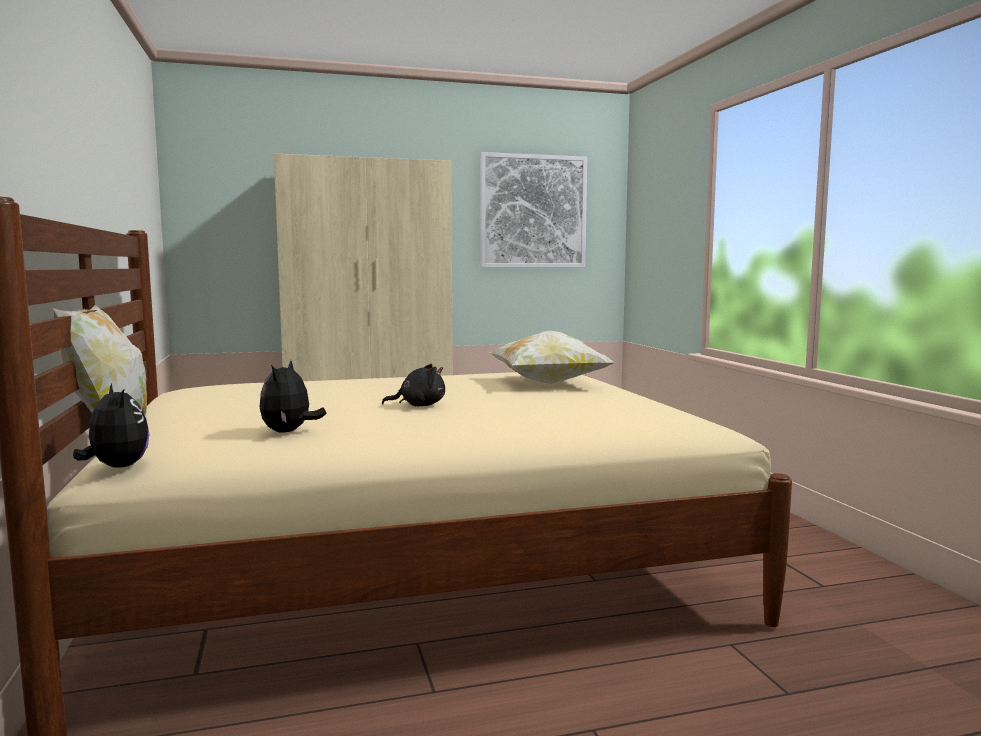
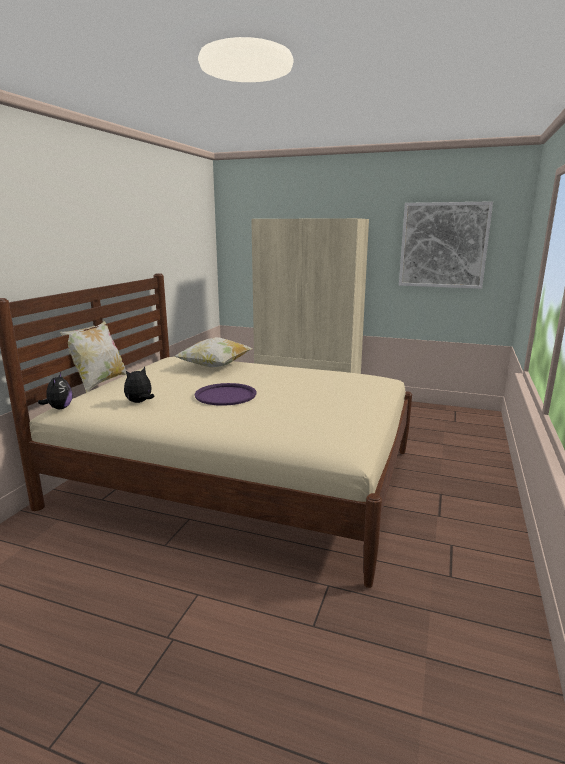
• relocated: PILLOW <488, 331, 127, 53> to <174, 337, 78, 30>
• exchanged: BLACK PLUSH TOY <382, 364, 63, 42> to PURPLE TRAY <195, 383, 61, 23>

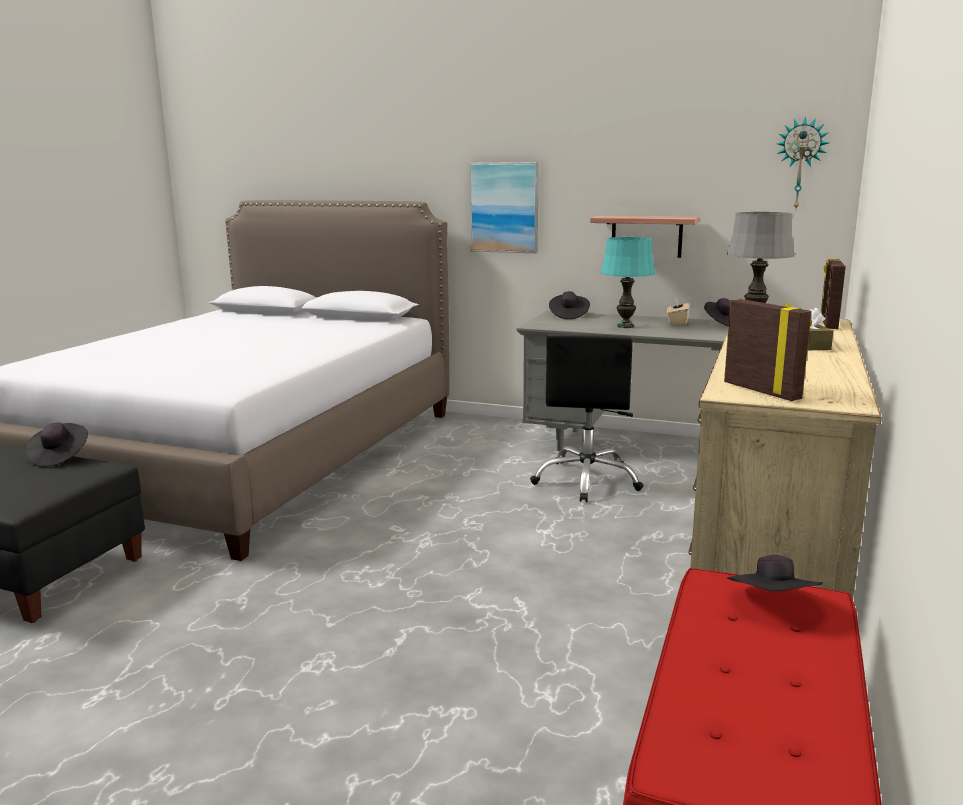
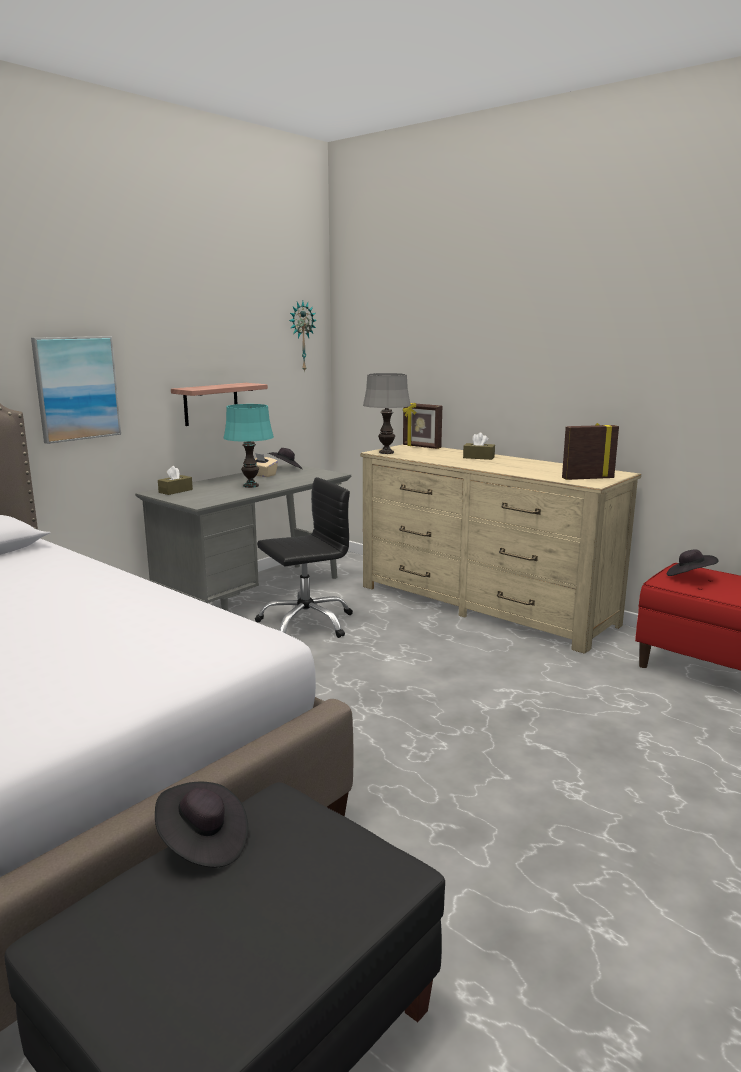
• exchanged: BLACK HAT <549, 291, 41, 28> to BROWN TISSUE BOX <158, 466, 35, 29>
• spun: BLACK OFFICE CHAIR <530, 334, 114, 168> = <255, 477, 98, 161> 60 degrees counterclockwise

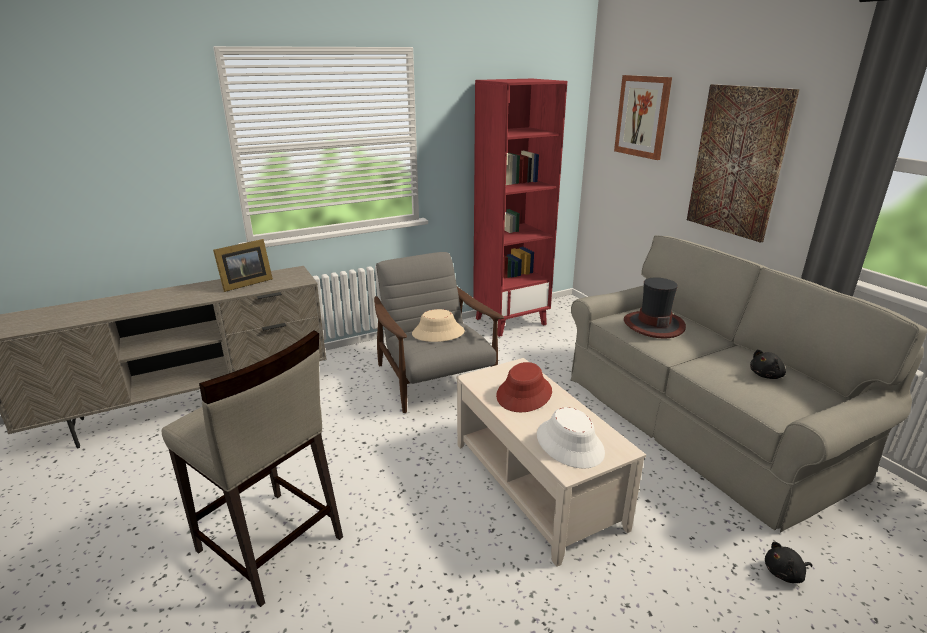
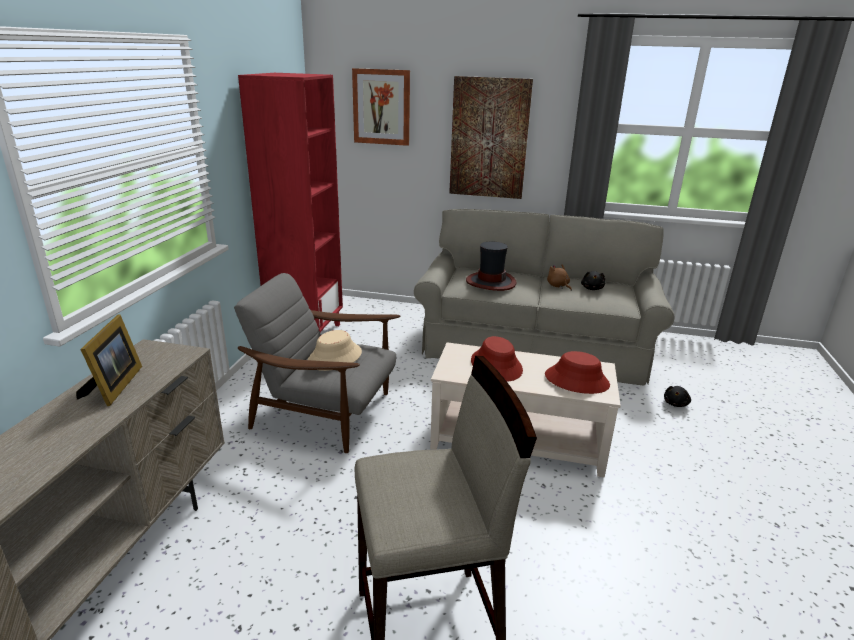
• appeared: BROWN PLUSH TOY <547, 265, 25, 26>
• colour: WHITE HAT <537, 407, 68, 62> to RED HAT <545, 351, 65, 43>

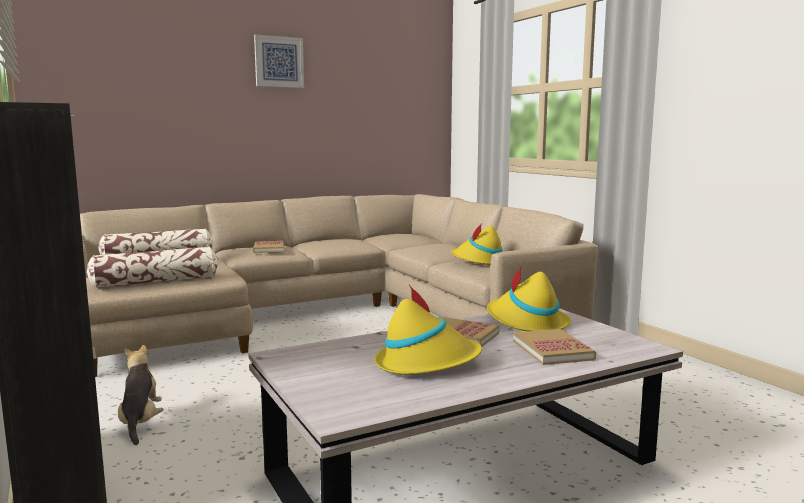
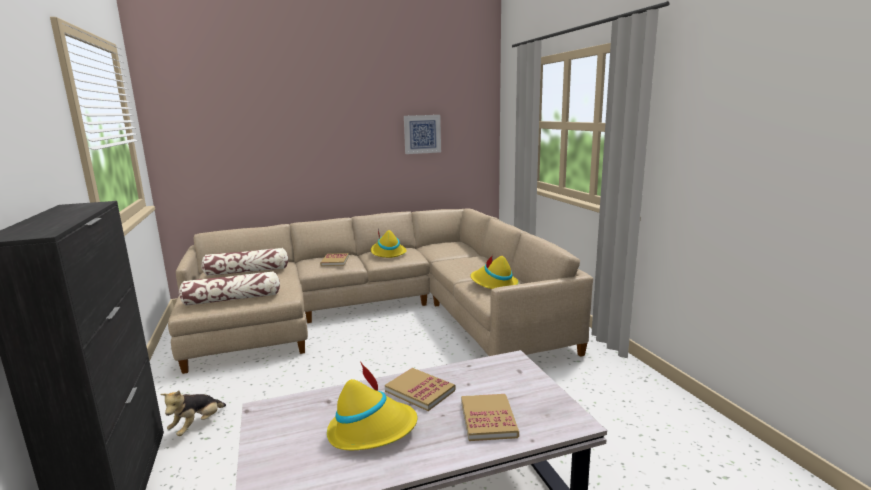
• relocated: PICTURE <254, 35, 50, 53> to <404, 115, 37, 39>
• relocated: YELLOW HAT <487, 267, 84, 64> to <371, 229, 36, 29>
• spun: PLUSH TOY <118, 345, 45, 100> = <160, 390, 66, 46> 150 degrees counterclockwise

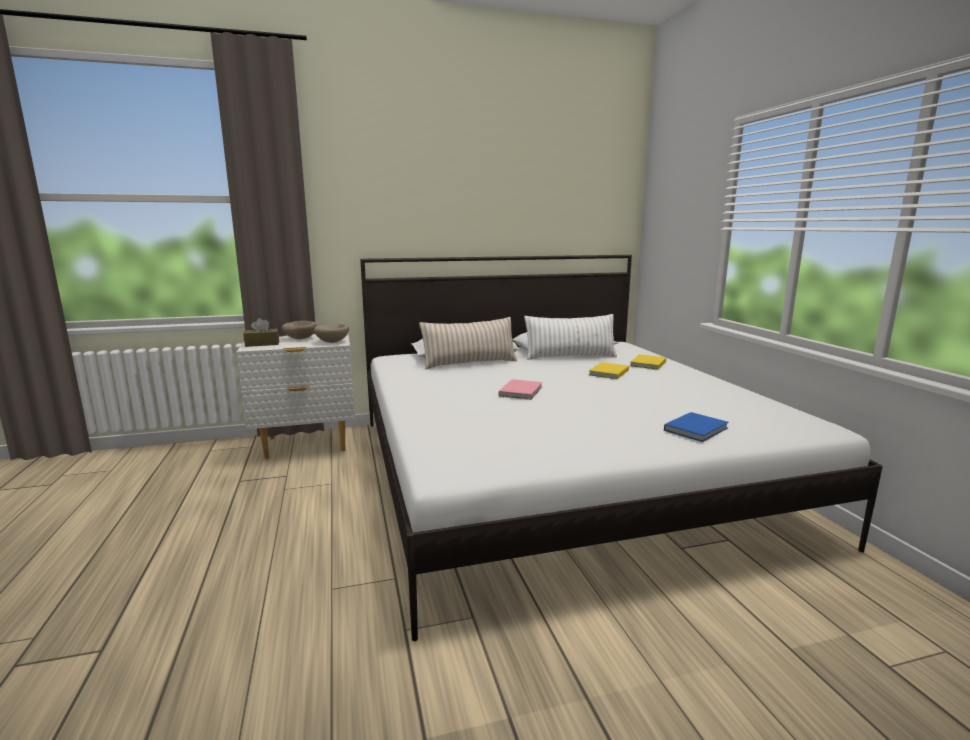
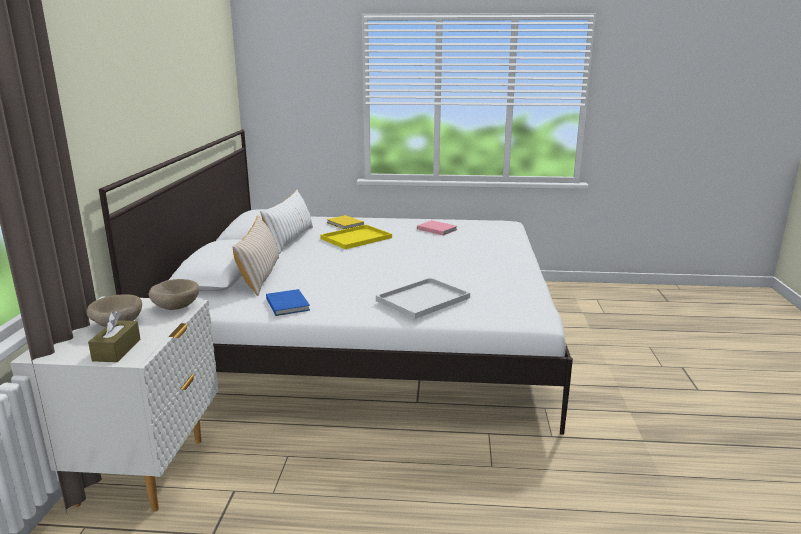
• appeared: WHITE TRAY <376, 277, 94, 42>
• relocated: PINK BOOK <499, 379, 44, 21> to <417, 220, 40, 15>
• relocated: BLUE BOOK <664, 412, 65, 30> to <266, 289, 44, 27>
• exchanged: YELLOW BOOK <589, 362, 40, 17> to YELLOW TRAY <320, 225, 72, 24>

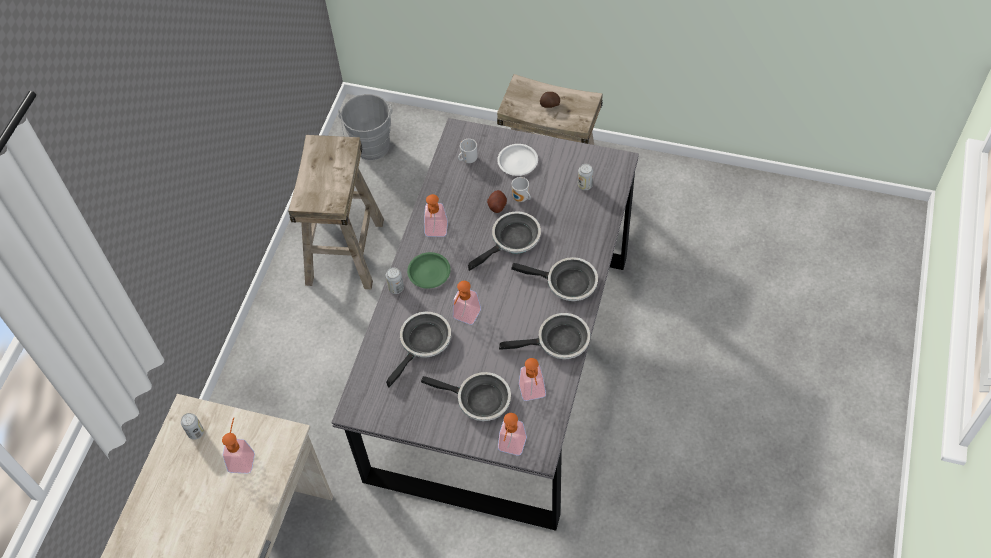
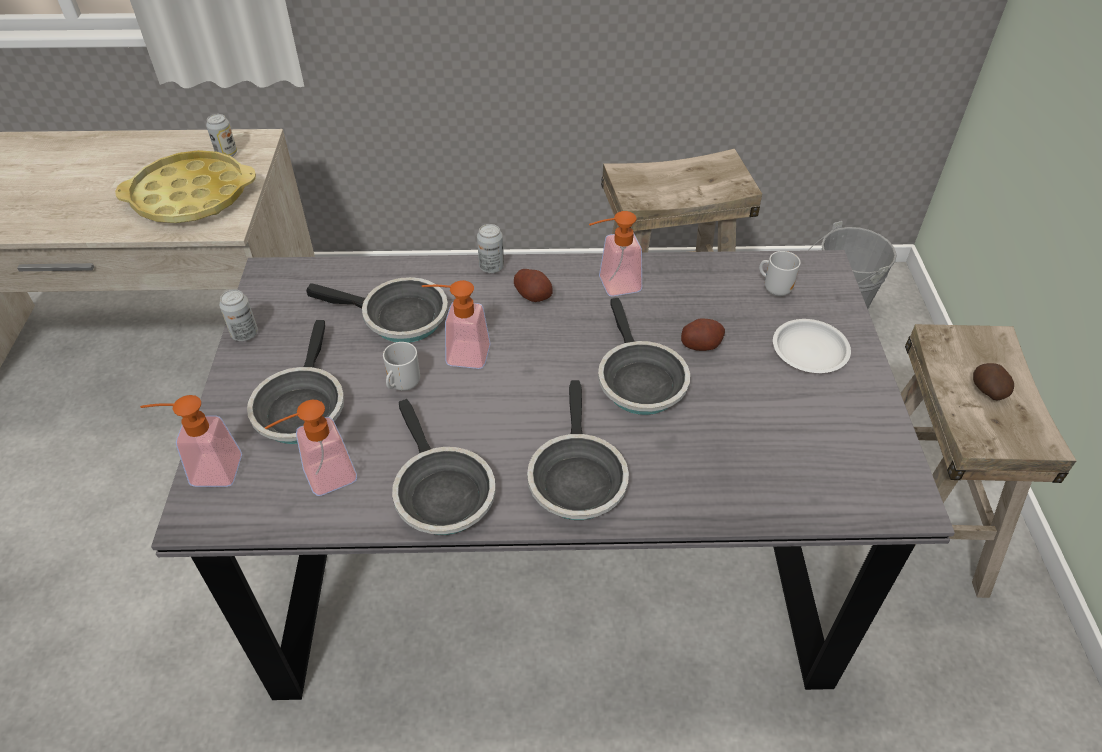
• relocated: MUG <512, 177, 19, 25> to <383, 342, 37, 49>
• relocated: CAN <578, 164, 15, 26> to <219, 289, 39, 52>
• exchanged: SOAP DISPENSER <222, 417, 33, 57> to YELLOW TRAY <115, 150, 141, 73>
• exchanged: GREEN PLATE <407, 252, 44, 37> to POTATO <514, 269, 39, 33>
• spun: FRYING PAN <468, 211, 73, 60> = <598, 298, 92, 117> 45 degrees clockwise

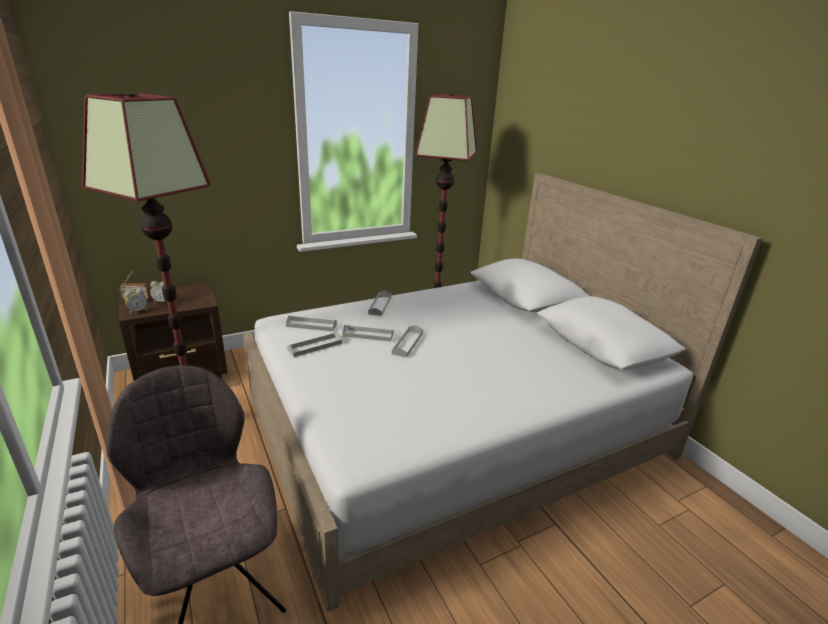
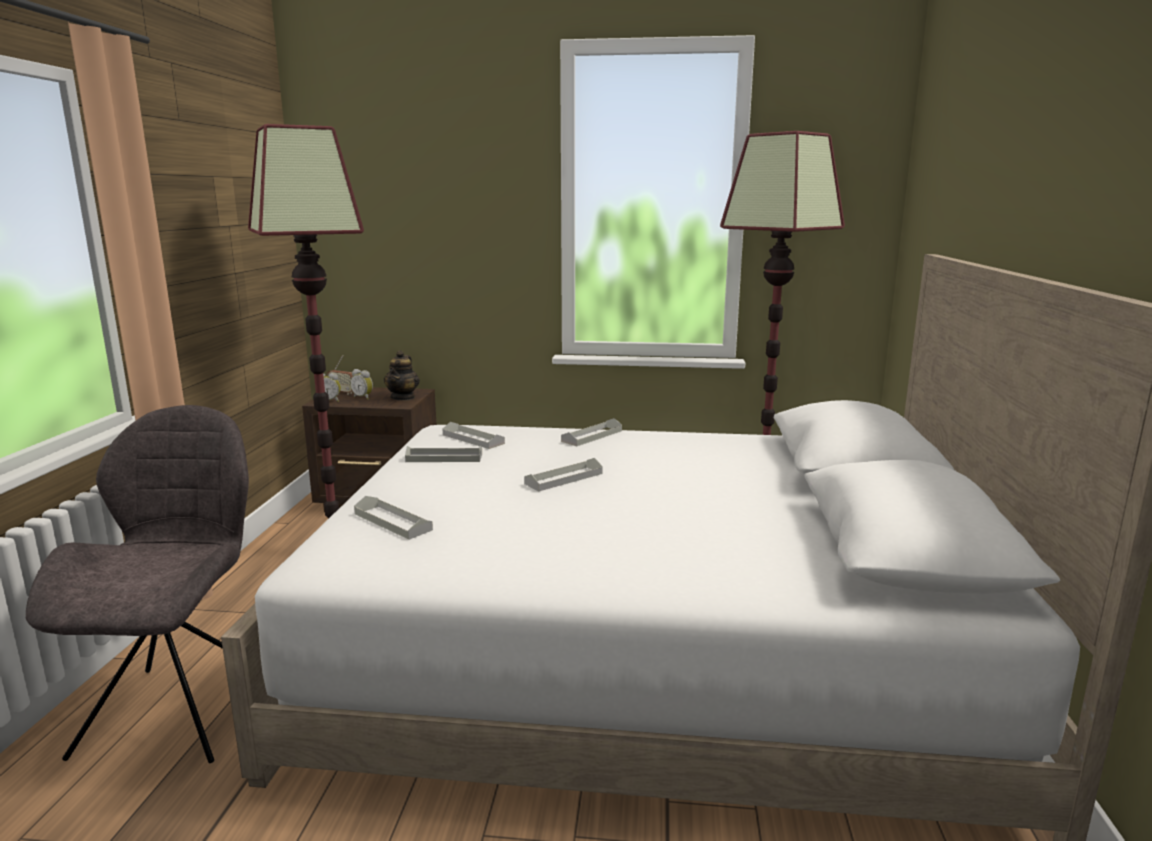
• appeared: TEAPOT <384, 350, 36, 51>
• relocated: GREY TRAY <342, 325, 52, 17> to <354, 496, 79, 44>

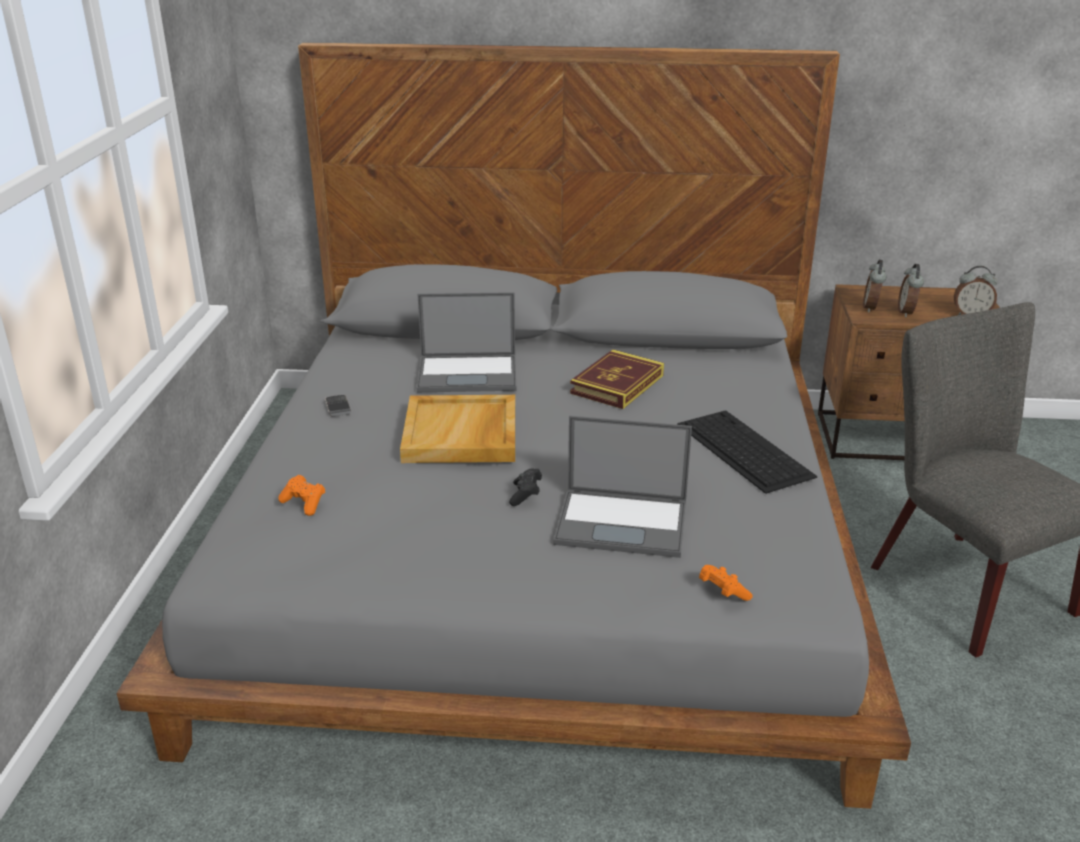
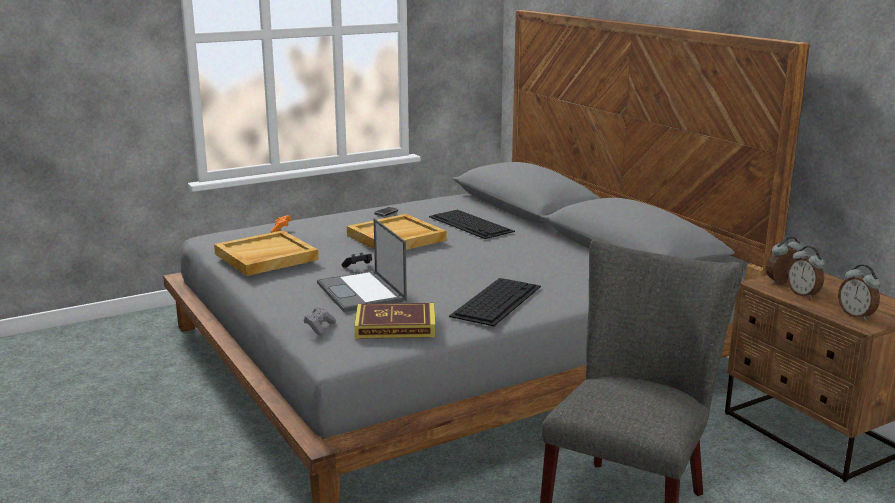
• appeared: BEIGE TRAY <214, 230, 105, 46>
• relocated: BOOK <570, 350, 94, 59> to <354, 303, 82, 36>
• exchanged: LAPTOP <417, 292, 99, 100> to KEYBOARD <429, 210, 86, 29>
• colour: ORANGE GAME CONTROLLER <699, 565, 54, 36> to GREY GAME CONTROLLER <303, 307, 33, 29>
• spun: ALARM CLOCK <898, 264, 26, 53> = <786, 246, 39, 53> 90 degrees counterclockwise

